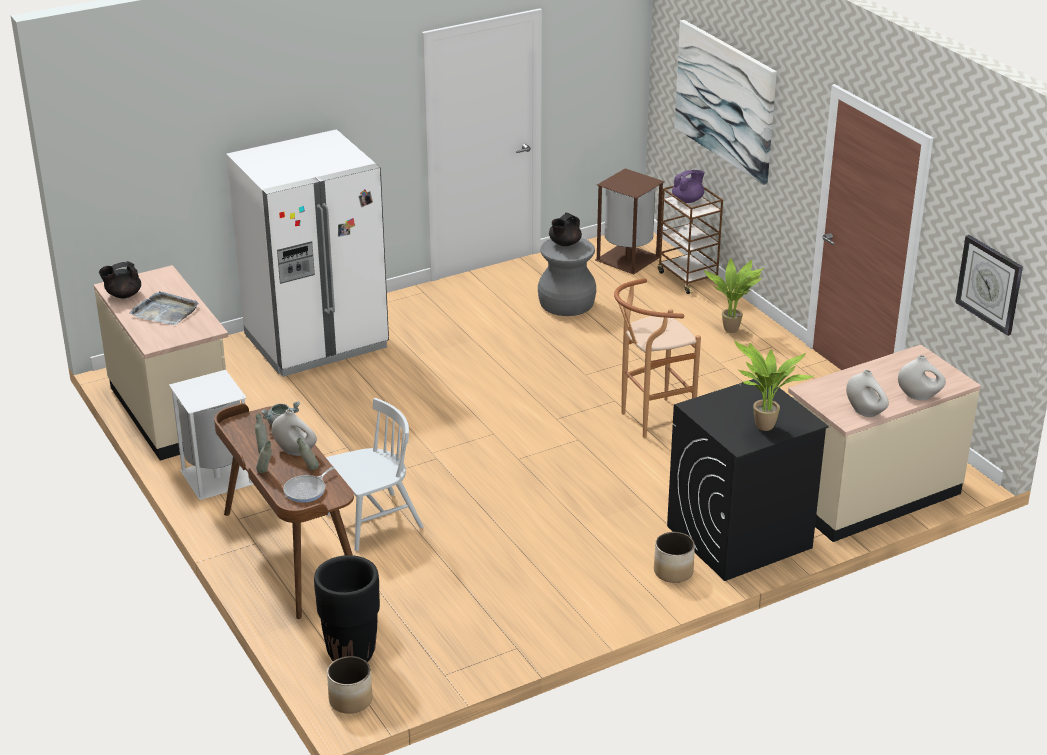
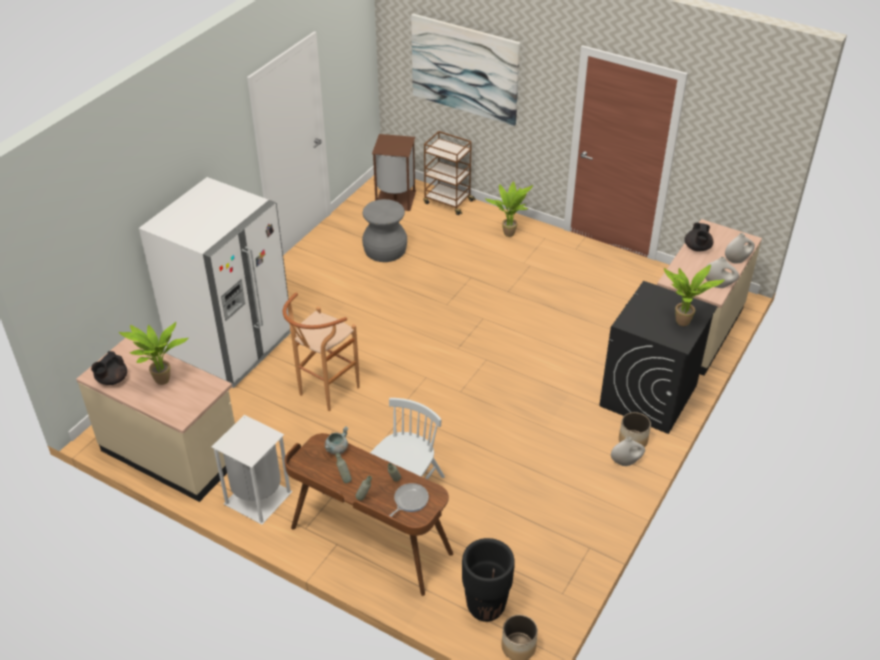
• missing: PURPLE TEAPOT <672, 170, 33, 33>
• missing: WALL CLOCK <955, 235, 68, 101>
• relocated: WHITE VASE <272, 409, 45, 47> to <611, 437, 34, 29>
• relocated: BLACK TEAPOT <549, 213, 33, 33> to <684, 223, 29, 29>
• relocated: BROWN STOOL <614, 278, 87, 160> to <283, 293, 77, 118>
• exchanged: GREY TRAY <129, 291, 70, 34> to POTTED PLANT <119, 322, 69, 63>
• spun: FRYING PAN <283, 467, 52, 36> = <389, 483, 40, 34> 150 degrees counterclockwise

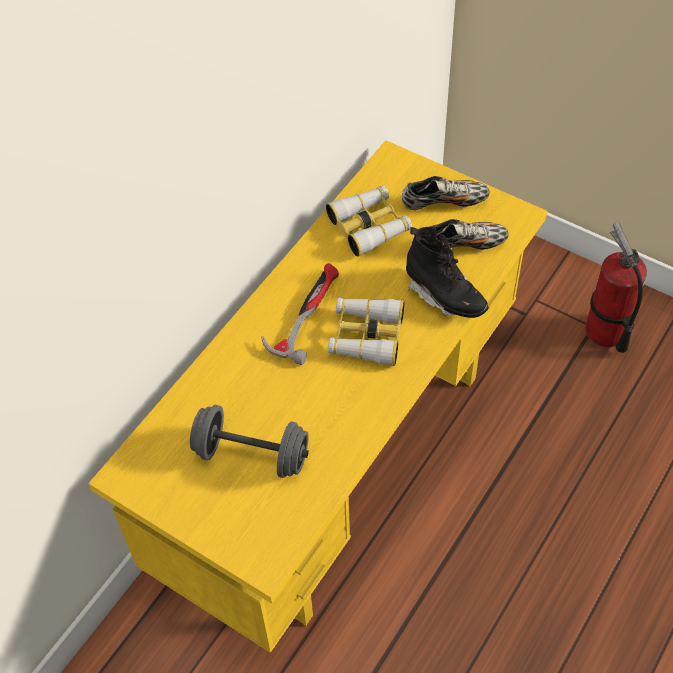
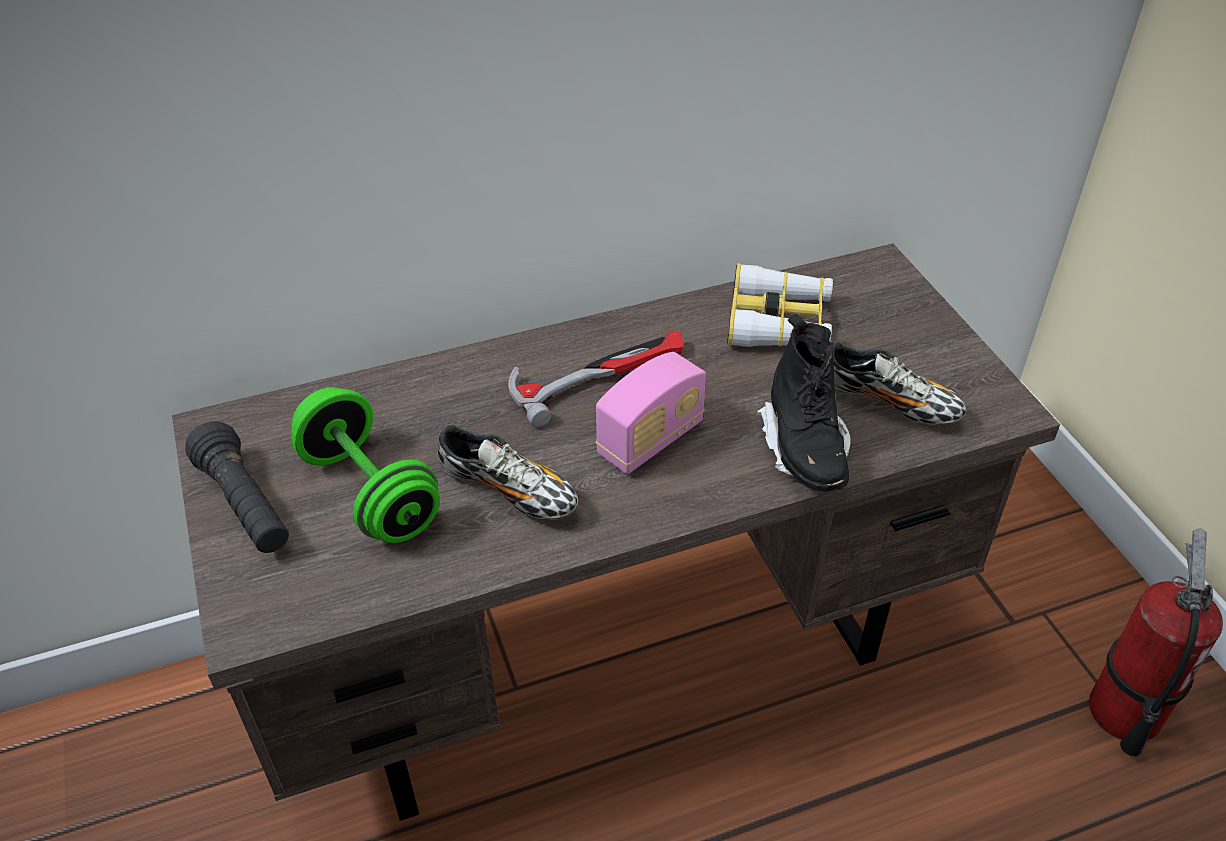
• appeared: BLACK FLASHLIGHT <185, 421, 104, 132>
• relocated: SHOE <402, 176, 88, 34> to <438, 425, 140, 95>
• exchanged: BINOCULARS <328, 297, 77, 69> to RADIO <596, 352, 110, 122>
• colour: YELLOW DESK <88, 140, 459, 513> to BROWN DESK <172, 243, 888, 578>
• colour: GREY DUMBBELL <190, 405, 119, 73> to GREEN DUMBBELL <291, 387, 149, 156>

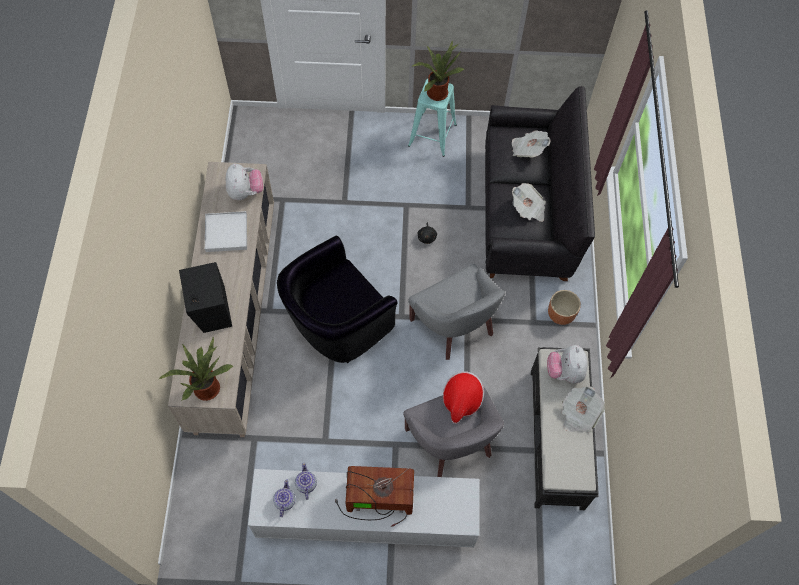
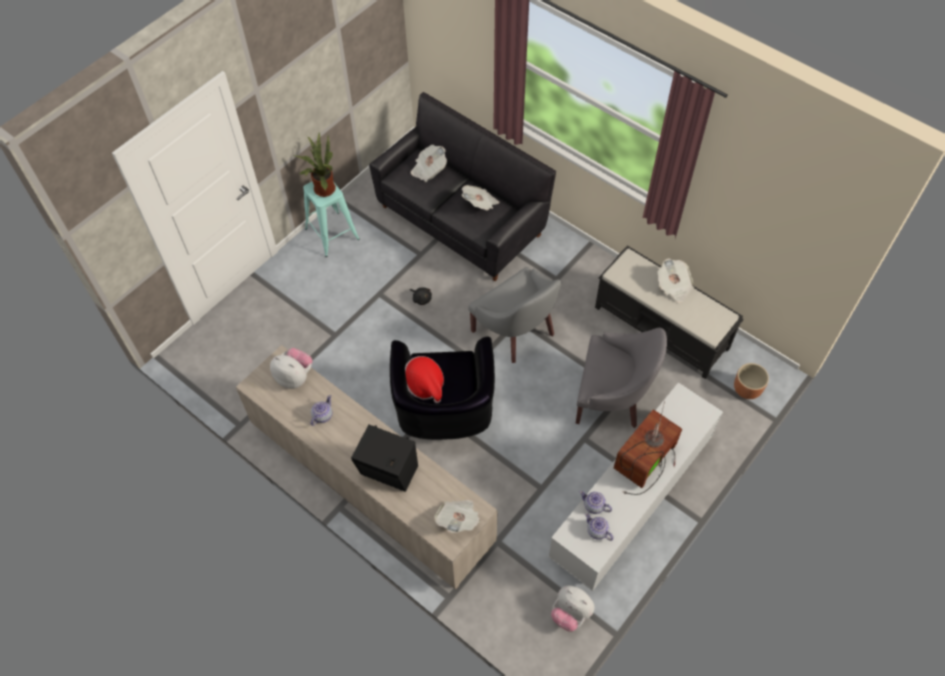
• relocated: HAT <443, 371, 41, 53> to <405, 356, 39, 47>
• relocated: PLUSH TOY <547, 345, 41, 38> to <551, 585, 44, 47>
• relocated: BROWN PLANTER <548, 290, 33, 35> to <734, 363, 35, 36>
• exchanged: POTTED PLANT <159, 336, 74, 65> to NEWSPAPER <434, 500, 46, 33>
• exchanged: WHITE TRAY <205, 211, 42, 41> to TEAPOT <311, 395, 22, 31>
• spun: GREY ARMCHAIR <408, 264, 97, 96> = <468, 267, 93, 96> 45 degrees clockwise

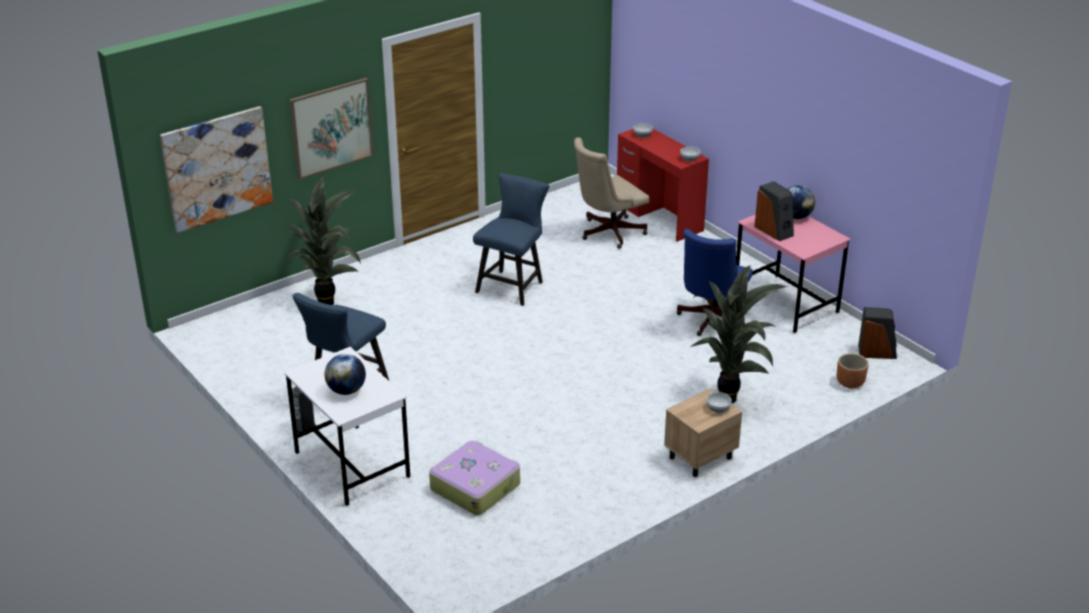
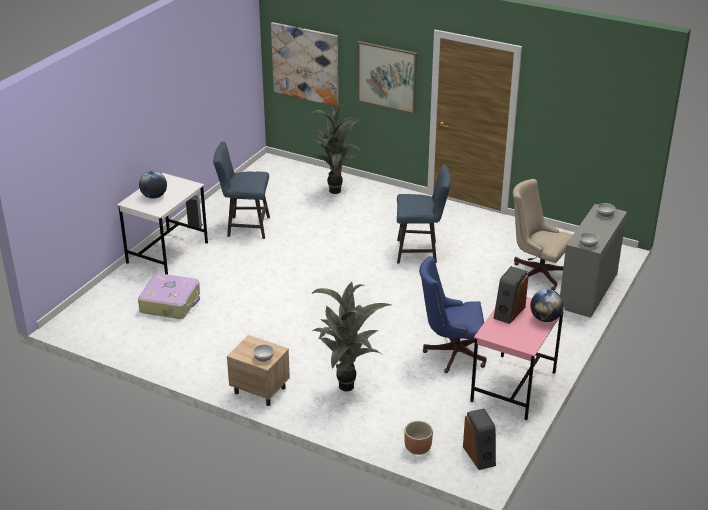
• colour: RED DESK <617, 129, 92, 113> to GREY DESK <560, 204, 67, 114>

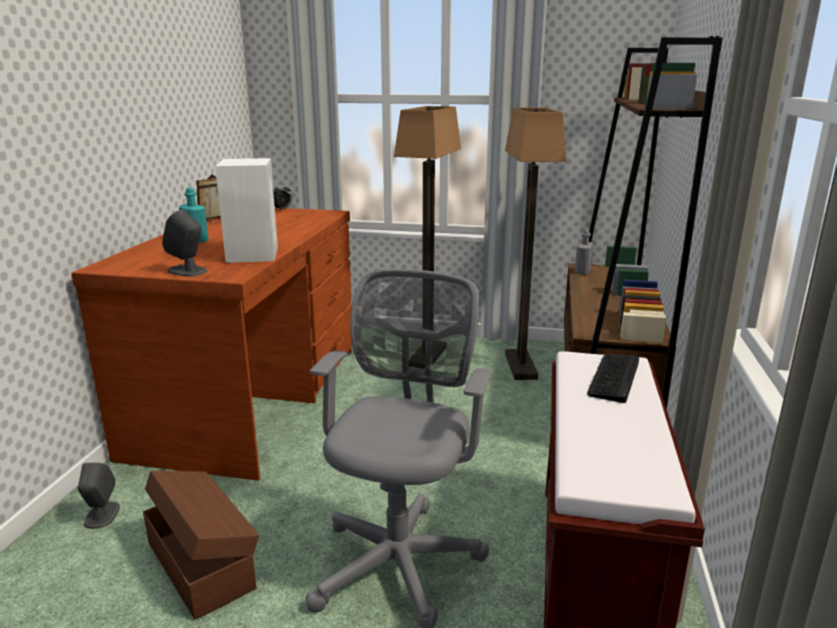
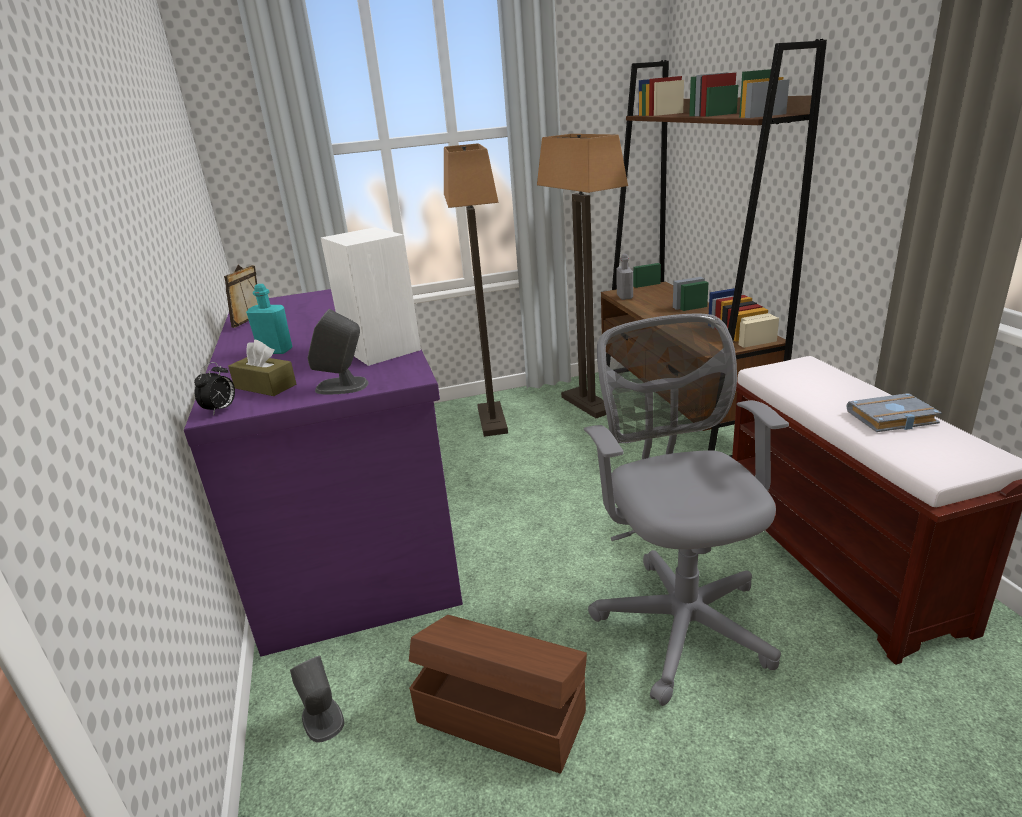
• missing: KEYBOARD <587, 354, 52, 49>
• appeared: BROWN TISSUE BOX <228, 340, 68, 56>
• appeared: GREY BOOK <846, 393, 96, 39>
• relocated: ALARM CLOCK <273, 184, 19, 26> to <194, 362, 41, 54>
• colour: BROWN DESK <71, 208, 281, 273> to PURPLE DESK <184, 289, 279, 367>

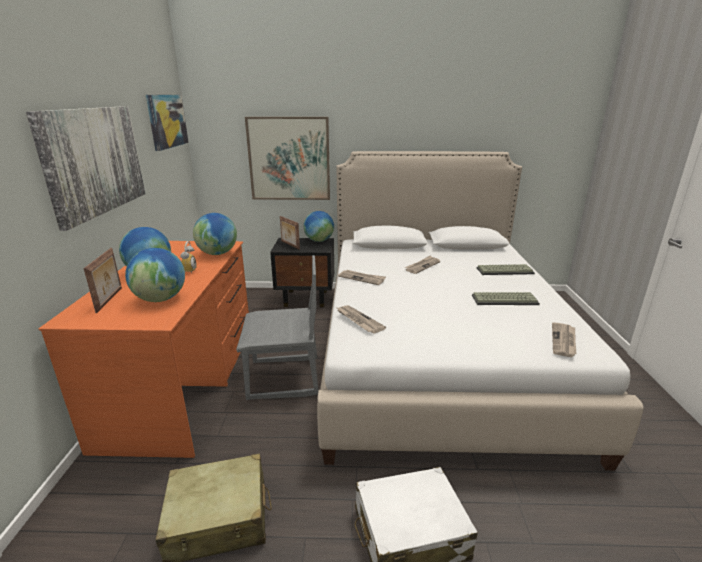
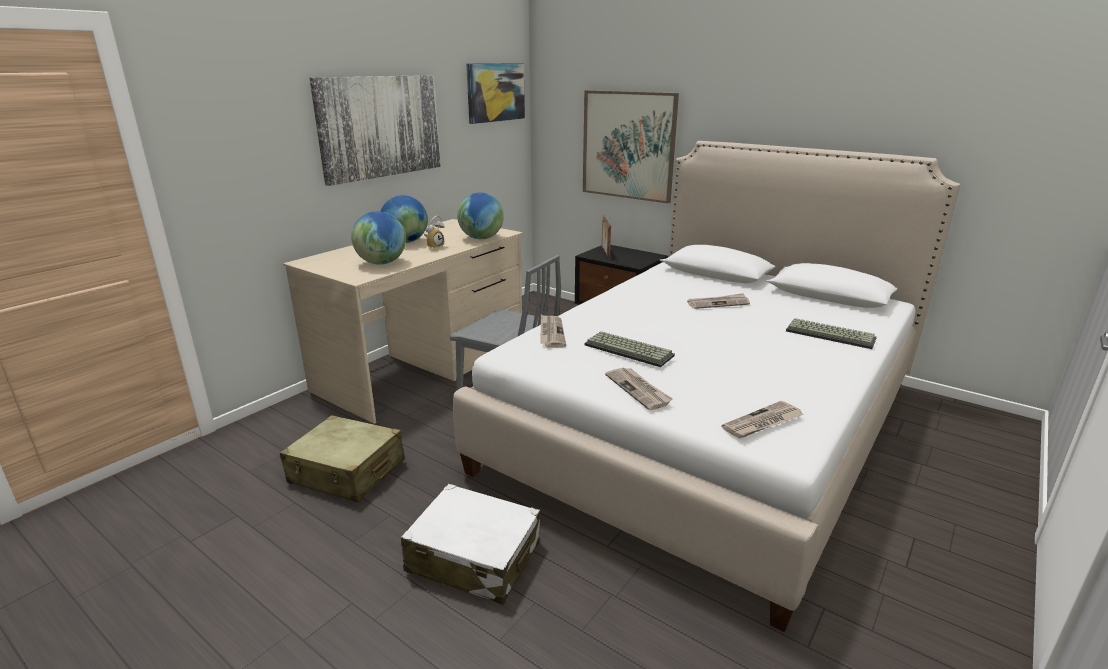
• missing: PICTURE FRAME <83, 248, 39, 65>
• missing: GLOBE <304, 211, 30, 31>
• relocated: NEWSPAPER <338, 270, 48, 15> to <605, 368, 68, 42>
• relocated: KEYBOARD <472, 292, 68, 13> to <585, 331, 90, 36>
• colour: ORANGE DESK <39, 241, 210, 217> to BEIGE DESK <283, 219, 239, 205>

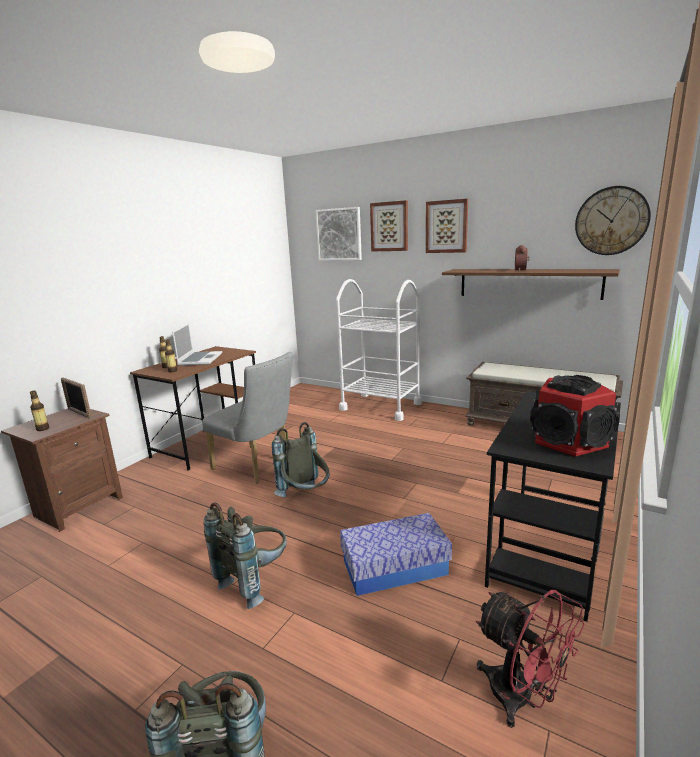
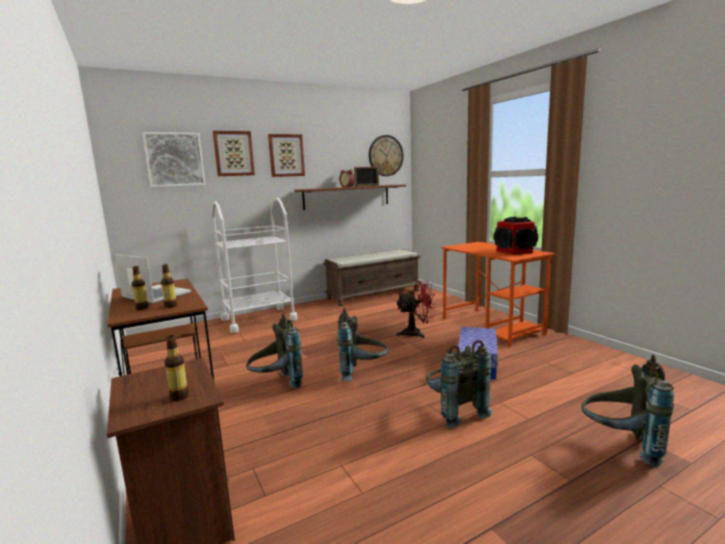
• relocated: PICTURE FRAME <61, 378, 31, 41> to <354, 167, 25, 20>
• relocated: RED FAN <476, 590, 109, 138> to <397, 281, 39, 57>
• exchanged: GREY CHAIR <202, 352, 91, 131> to GREY BACKPACK <246, 313, 57, 75>
• colour: BLACK DESK <485, 391, 136, 231> to ORANGE DESK <441, 242, 113, 105>

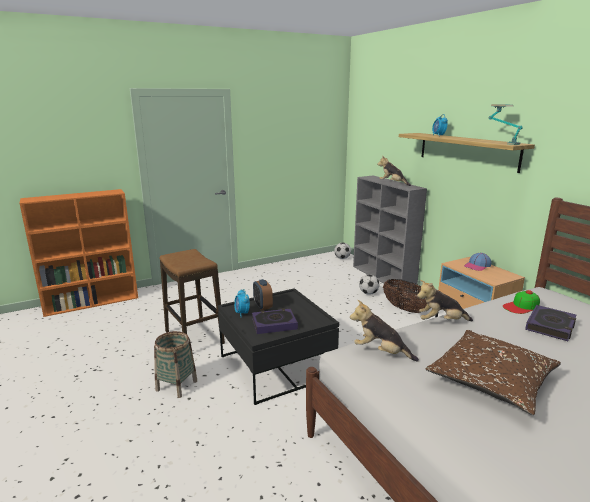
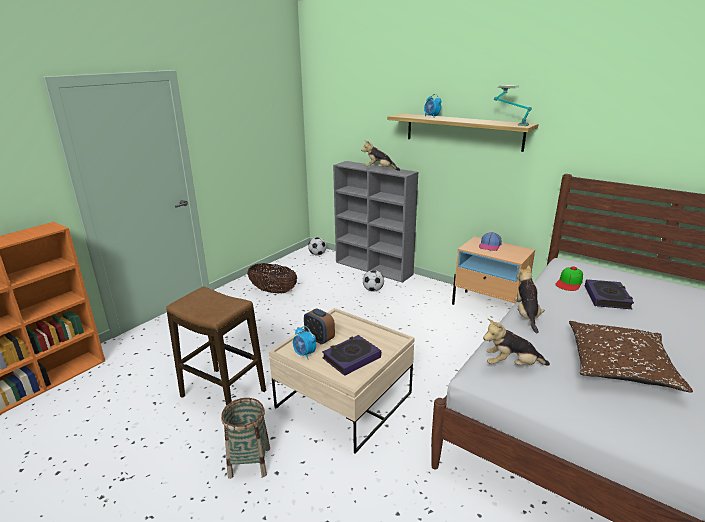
• relocated: BASKET <383, 279, 44, 34> to <247, 263, 50, 30>
• colour: BLACK COFFEE TABLE <218, 288, 121, 117> to BEIGE COFFEE TABLE <269, 308, 146, 145>
• spun: PLUSH TOY <417, 280, 56, 41> = <515, 265, 30, 68> 120 degrees clockwise

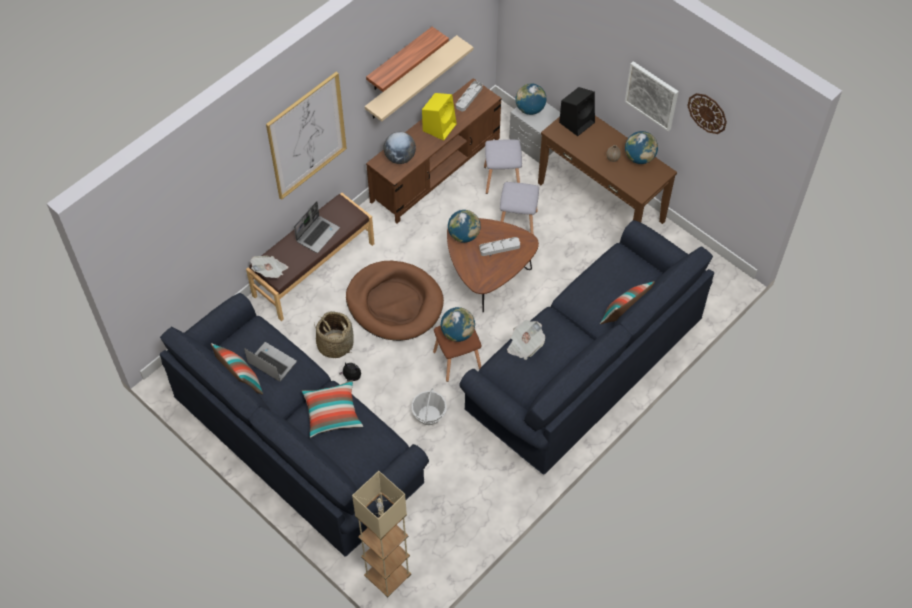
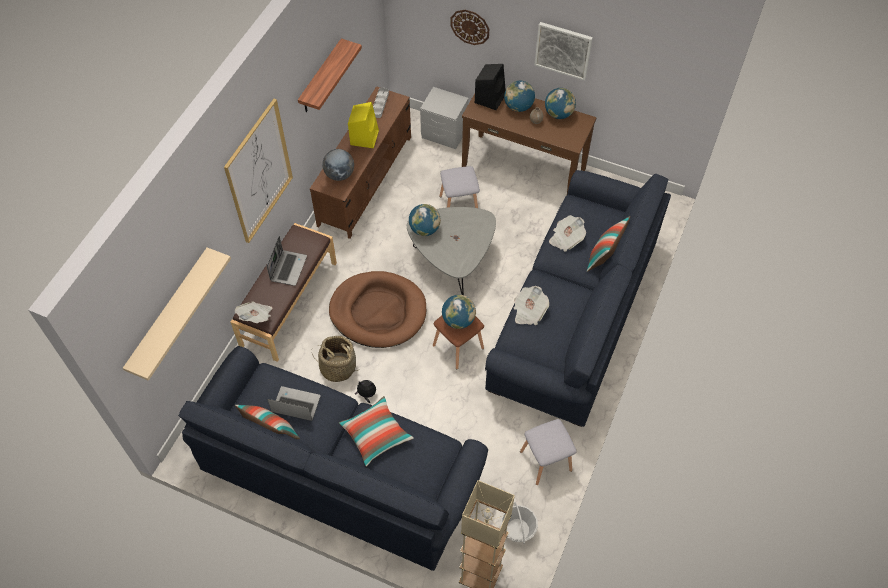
• missing: GREY TRAY <479, 237, 41, 19>
• appeared: NEWSPAPER <549, 215, 37, 37>
• relocated: BEIGE SHELF <365, 35, 109, 87> to <123, 248, 108, 133>
• relocated: BASKET <412, 388, 35, 38> to <501, 502, 37, 42>
• relocated: GREY STOOL <484, 140, 38, 54> to <520, 419, 57, 66>
• relocated: GLOBE <515, 83, 31, 32> to <504, 81, 31, 31>
• relocated: WALL CLOCK <687, 93, 40, 41> to <450, 10, 39, 35>
• colour: BROWN COFFEE TABLE <447, 218, 92, 94> to GREY COFFEE TABLE <407, 207, 89, 88>

